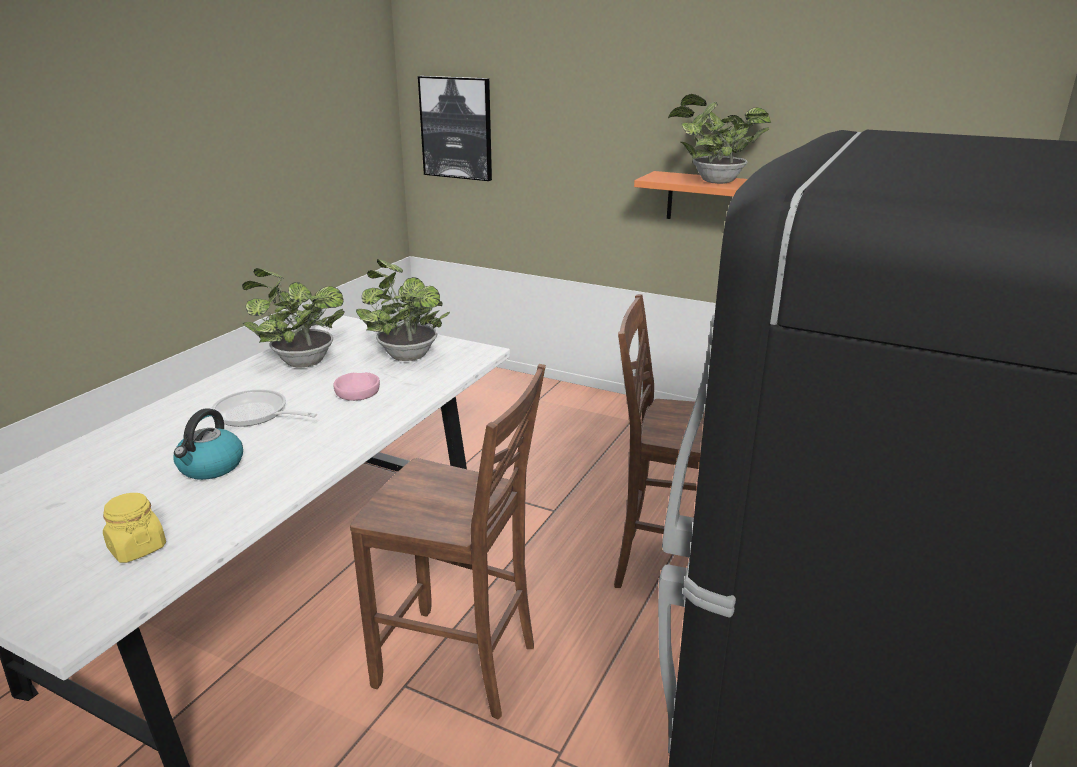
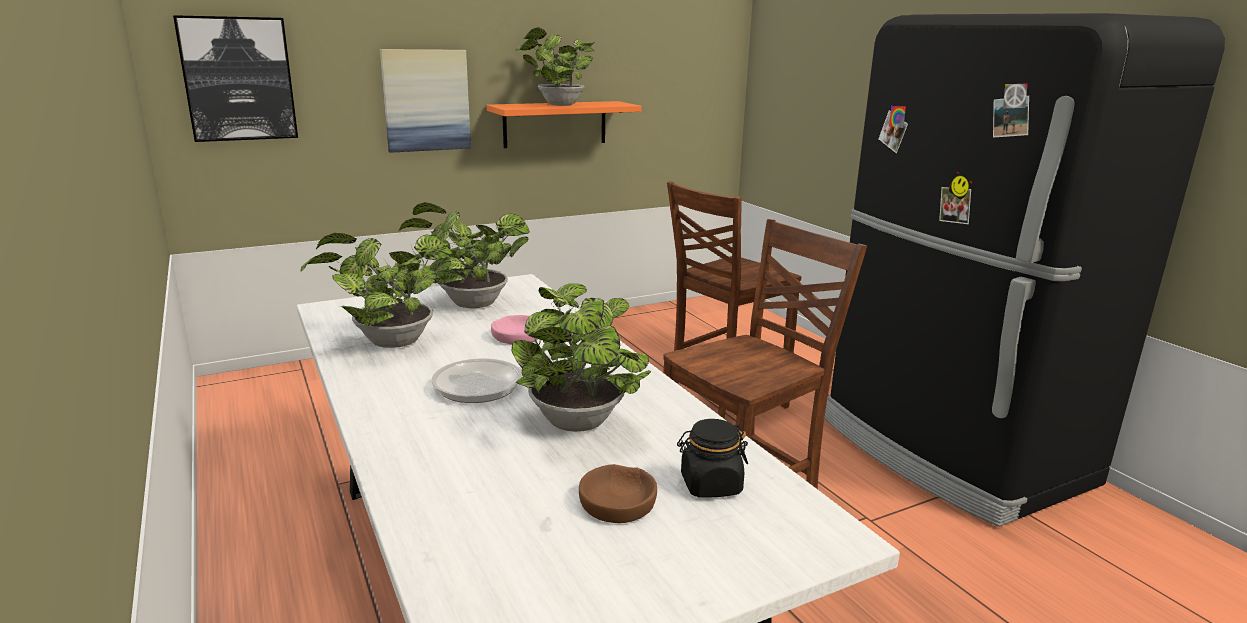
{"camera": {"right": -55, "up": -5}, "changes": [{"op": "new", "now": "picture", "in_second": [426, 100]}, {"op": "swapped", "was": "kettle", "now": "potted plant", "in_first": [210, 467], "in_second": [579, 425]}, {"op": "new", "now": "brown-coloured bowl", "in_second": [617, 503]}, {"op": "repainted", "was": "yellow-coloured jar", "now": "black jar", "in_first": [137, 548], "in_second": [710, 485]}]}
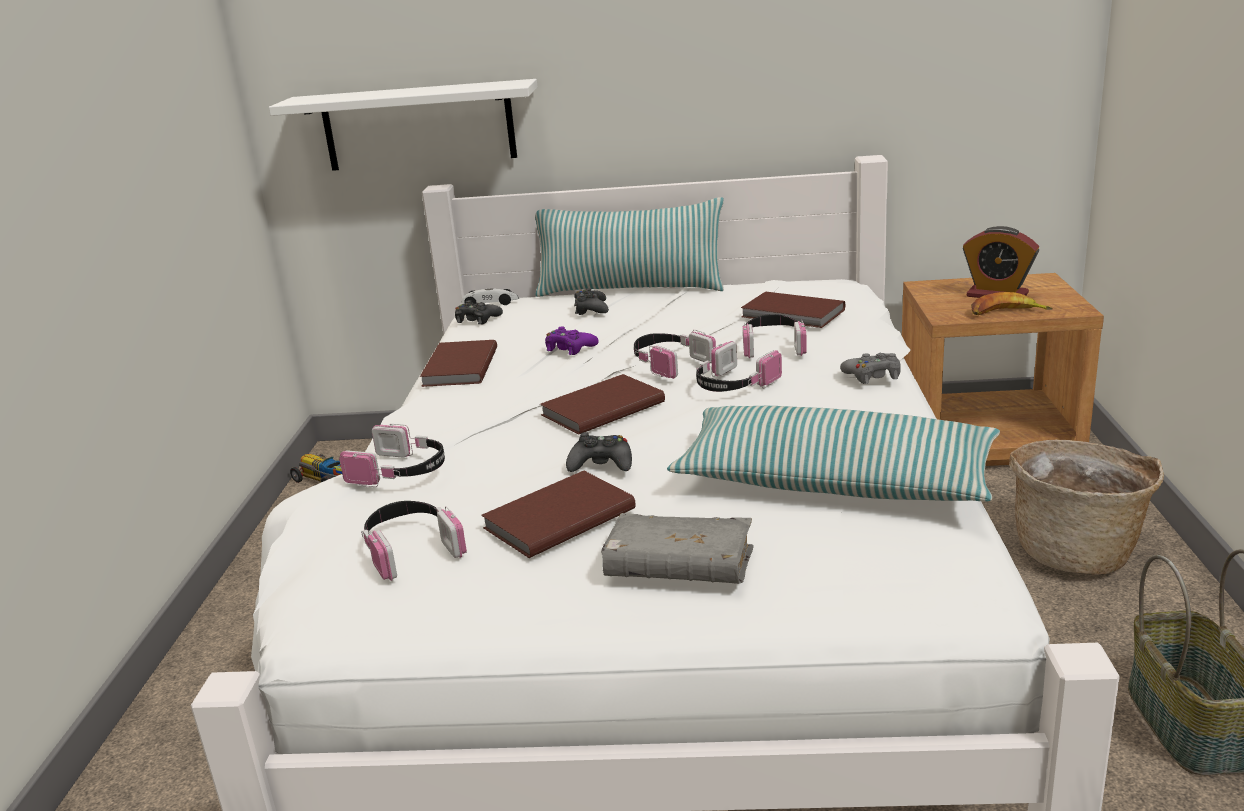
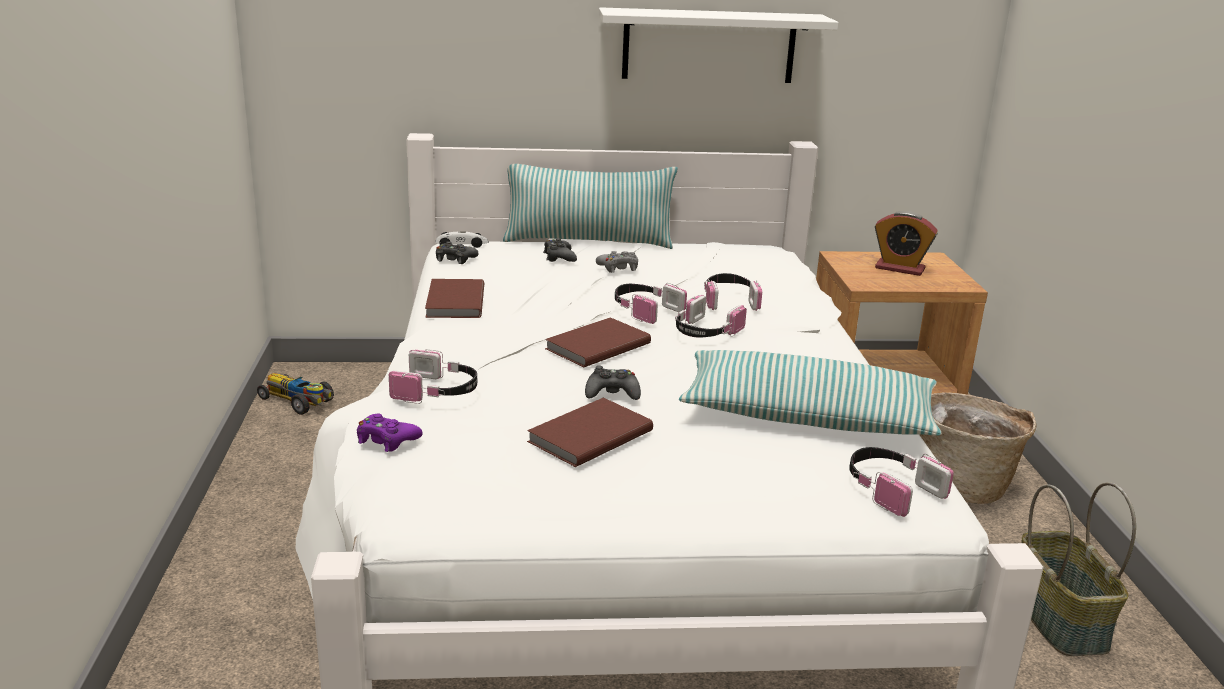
{"camera": {"right": -10, "up": 0}, "changes": [{"op": "shifted", "was": "purple-coloured gamepad", "in_first": [569, 348], "in_second": [386, 440]}, {"op": "shifted", "was": "greyish gamepad", "in_first": [873, 375], "in_second": [618, 268]}, {"op": "shifted", "was": "whitish bracket shelf", "in_first": [418, 126], "in_second": [709, 46]}, {"op": "shifted", "was": "pair of headphones", "in_first": [411, 548], "in_second": [890, 489]}, {"op": "gone", "was": "greyish volume", "in_first": [679, 567]}, {"op": "gone", "was": "brown-coloured volume", "in_first": [793, 314]}, {"op": "gone", "was": "banana", "in_first": [1007, 313]}]}
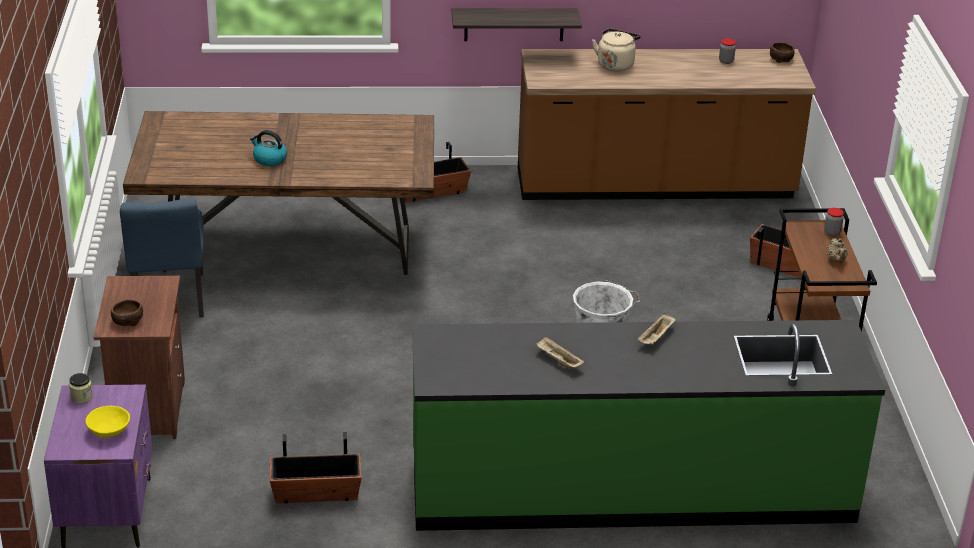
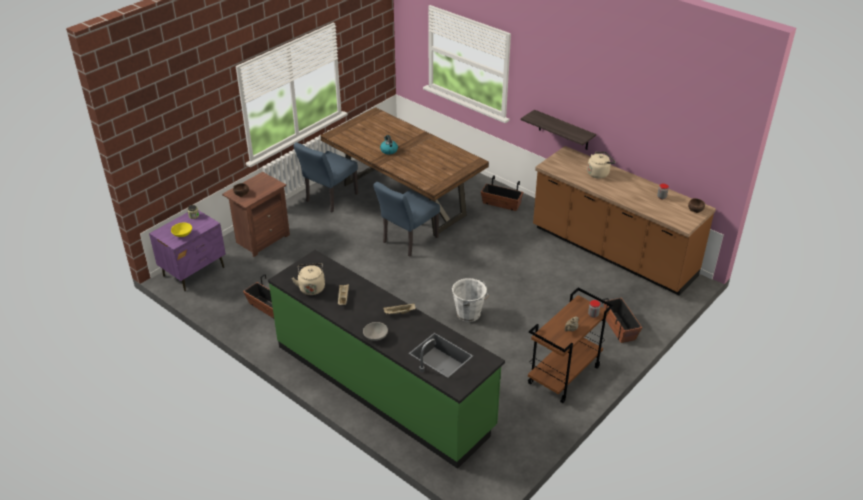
{"camera": {"right": 45, "up": 5}, "changes": [{"op": "new", "now": "beige-coloured kettle", "in_second": [311, 287]}, {"op": "new", "now": "greyish bowl", "in_second": [376, 336]}, {"op": "new", "now": "bluish plain chair", "in_second": [407, 241]}]}
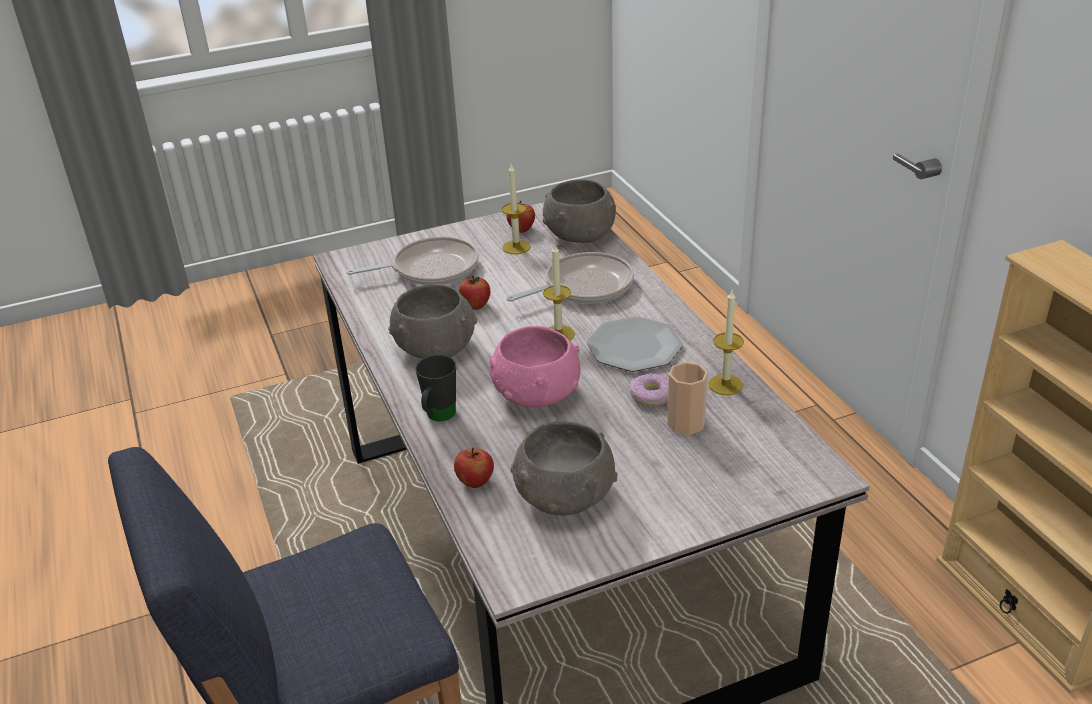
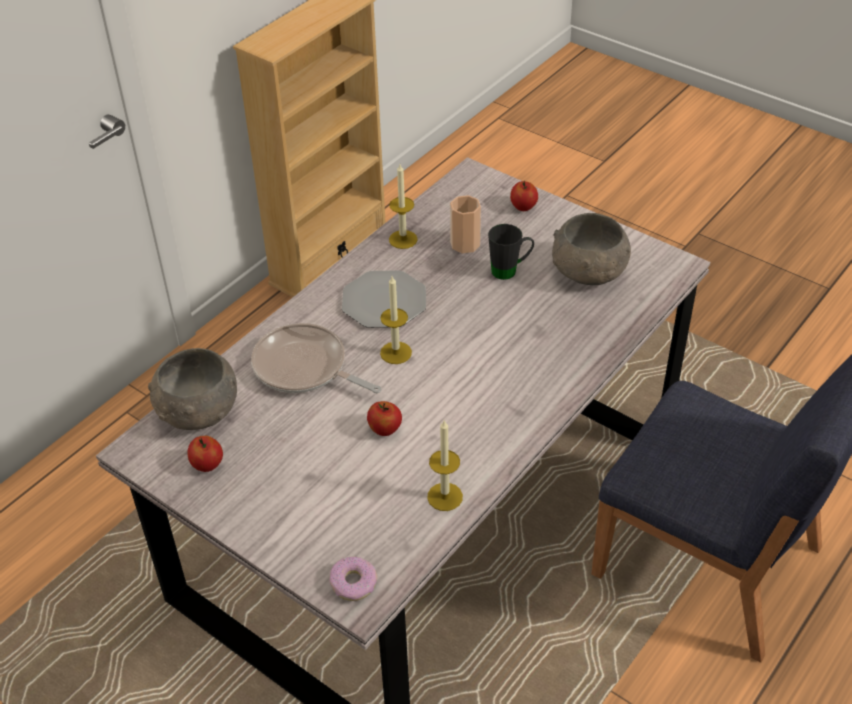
{"camera": {"right": -120, "up": 10}, "changes": [{"op": "shifted", "was": "ring doughnut", "in_first": [652, 396], "in_second": [353, 583]}, {"op": "shifted", "was": "candle", "in_first": [516, 247], "in_second": [445, 496]}, {"op": "shifted", "was": "black coffee mug", "in_first": [438, 417], "in_second": [510, 270]}, {"op": "shifted", "was": "apple fruit", "in_first": [475, 482], "in_second": [523, 207]}, {"op": "gone", "was": "skillet", "in_first": [430, 269]}, {"op": "gone", "was": "greyish bowl", "in_first": [435, 347]}, {"op": "gone", "was": "pinkish bowl", "in_first": [536, 393]}]}
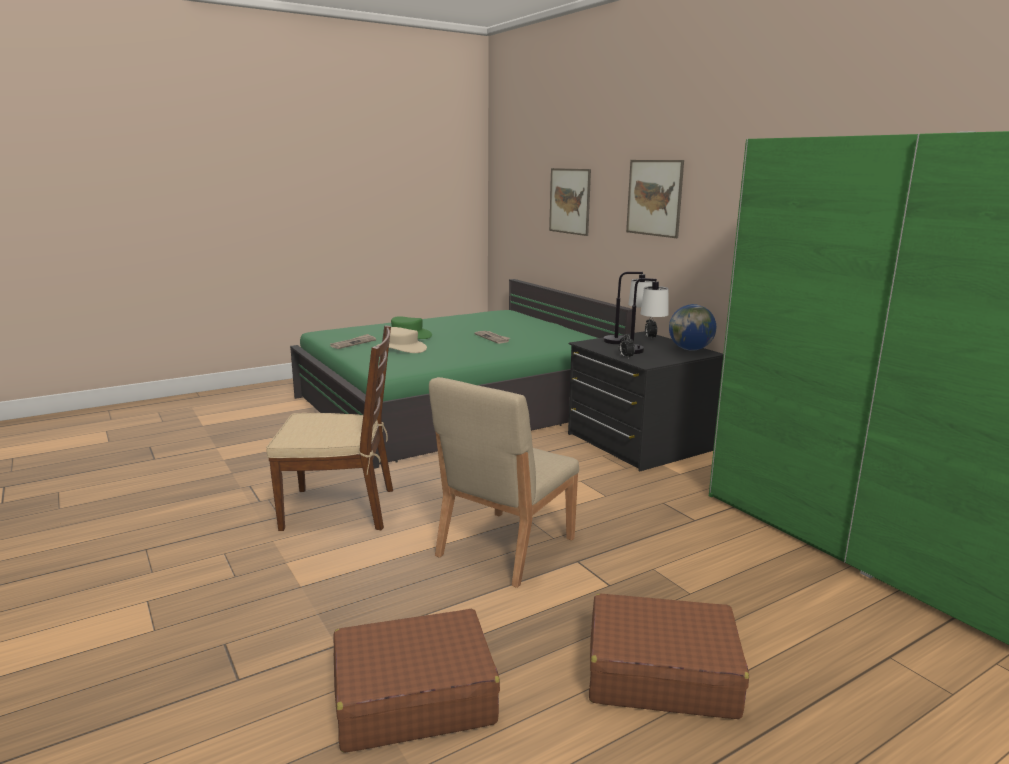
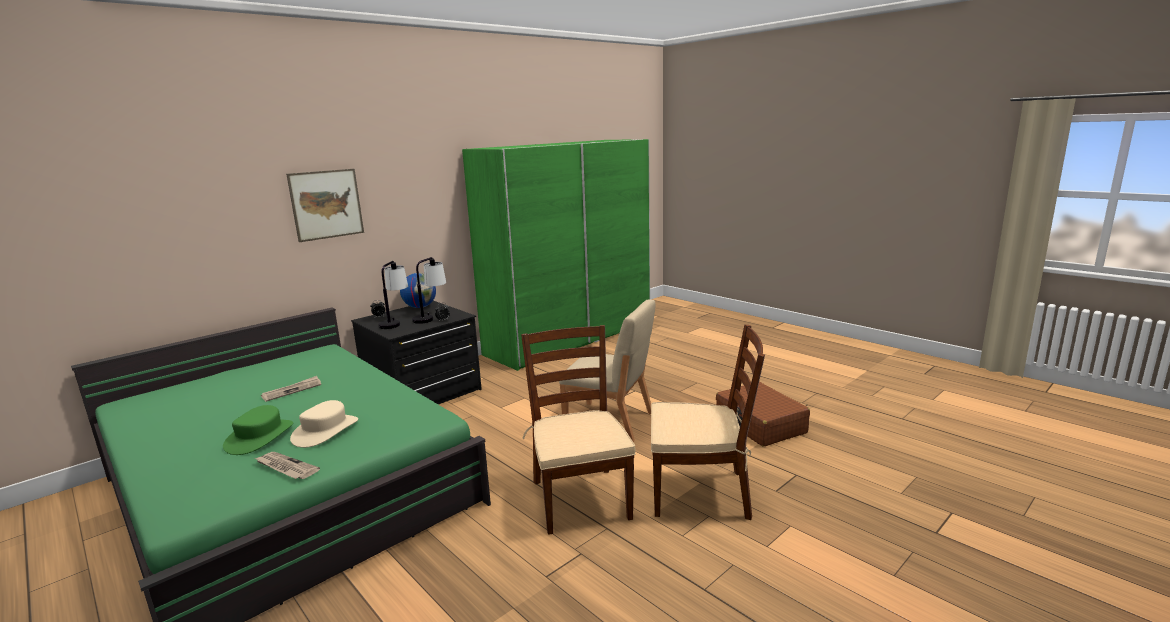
{"camera": {"right": -100, "up": 0}, "changes": [{"op": "new", "now": "brown-coloured plain chair", "in_second": [701, 493]}, {"op": "gone", "was": "picture", "in_first": [570, 201]}, {"op": "gone", "was": "brown-coloured suitcase", "in_first": [660, 673]}]}
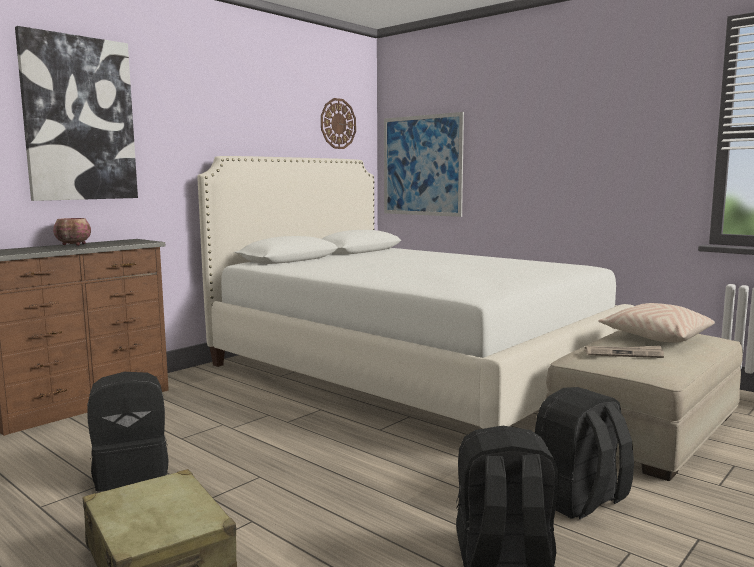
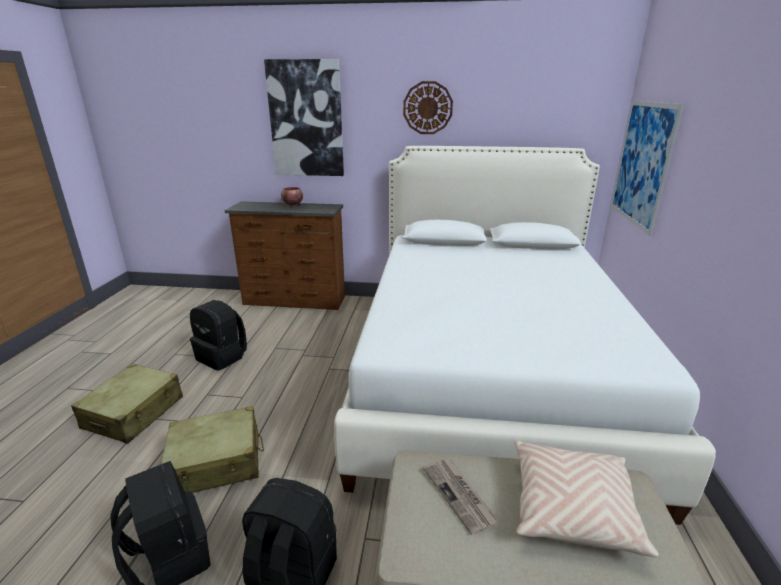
{"camera": {"right": 55, "up": 15}, "changes": [{"op": "new", "now": "beige-coloured suitcase", "in_second": [216, 462]}, {"op": "shifted", "was": "hanging clock", "in_first": [338, 123], "in_second": [427, 108]}]}
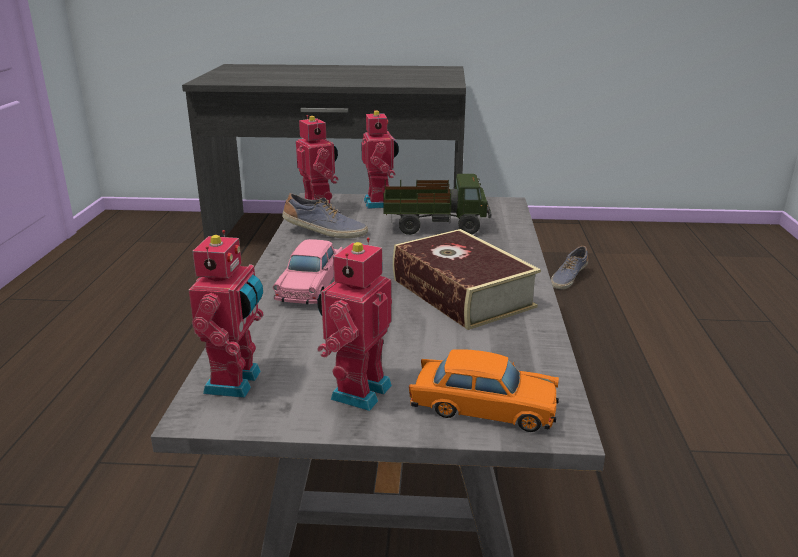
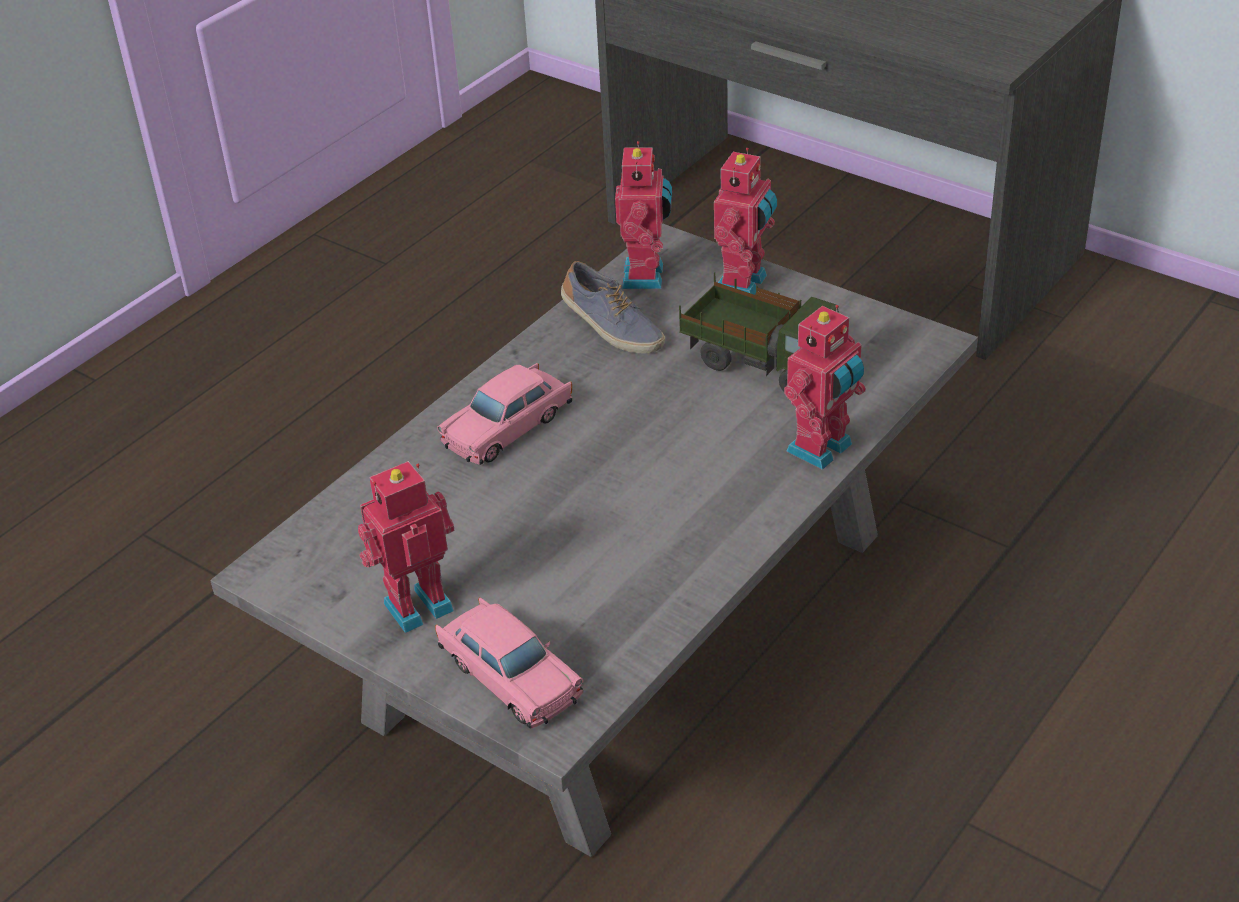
{"camera": {"right": 35, "up": 15}, "changes": [{"op": "repainted", "was": "orangey model car", "now": "pinkish model car", "in_first": [483, 407], "in_second": [510, 675]}, {"op": "shifted", "was": "toy robot", "in_first": [237, 382], "in_second": [823, 449]}, {"op": "gone", "was": "volume", "in_first": [462, 293]}, {"op": "gone", "was": "shoe", "in_first": [568, 278]}]}
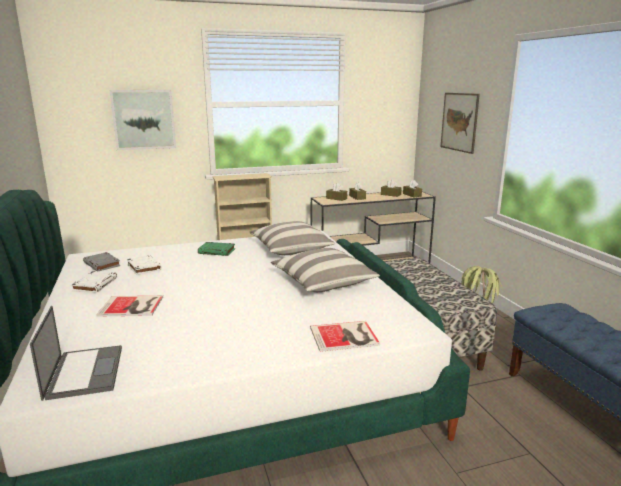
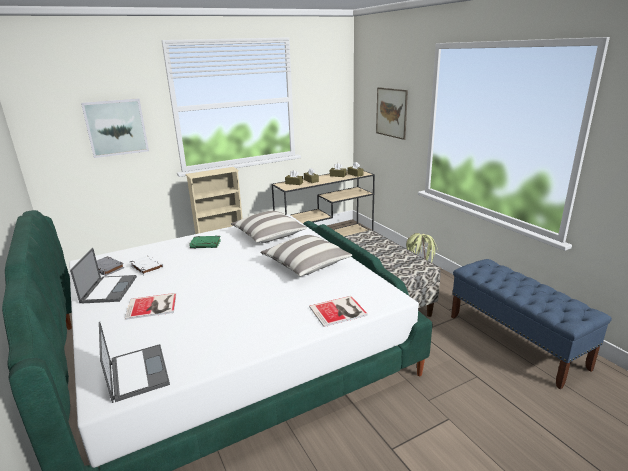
{"camera": {"right": -10, "up": 5}, "changes": [{"op": "swapped", "was": "whitish volume", "now": "portable computer", "in_first": [95, 284], "in_second": [109, 289]}]}
